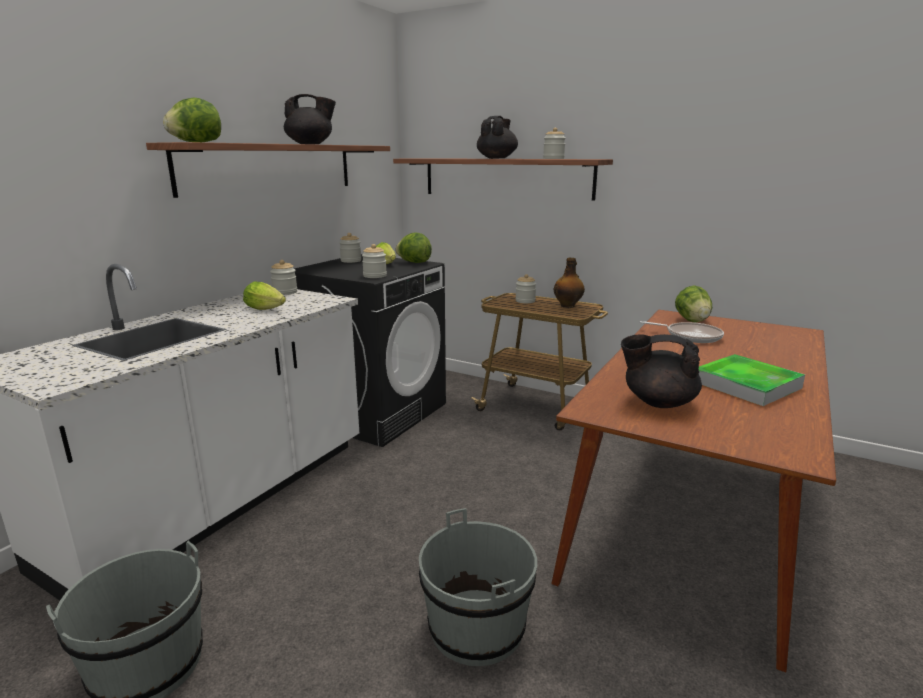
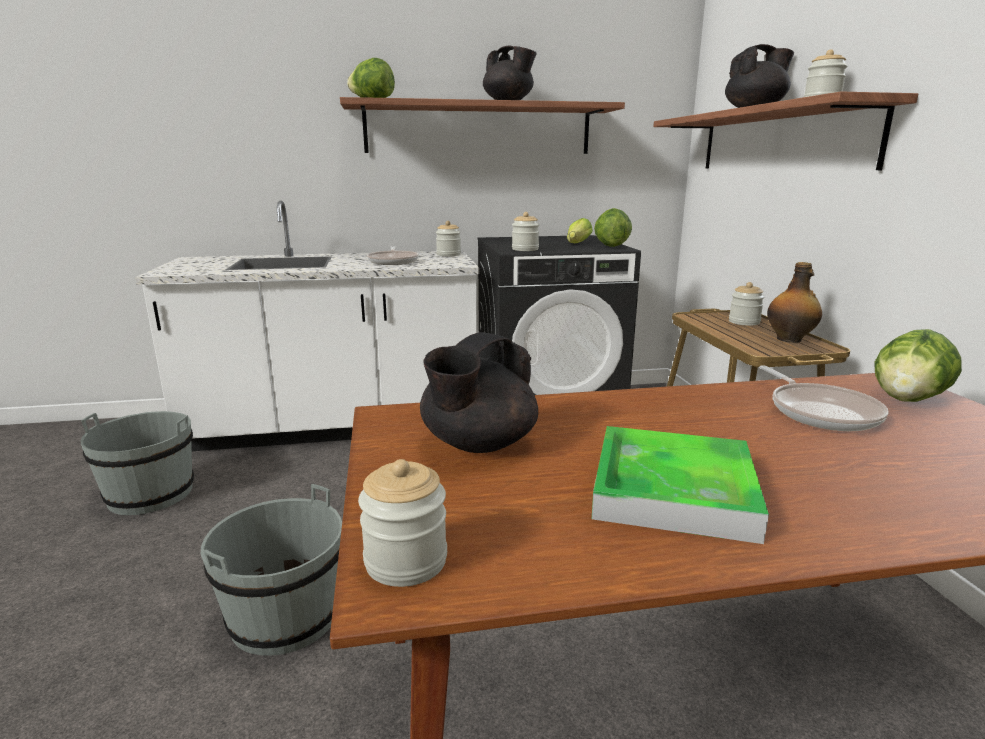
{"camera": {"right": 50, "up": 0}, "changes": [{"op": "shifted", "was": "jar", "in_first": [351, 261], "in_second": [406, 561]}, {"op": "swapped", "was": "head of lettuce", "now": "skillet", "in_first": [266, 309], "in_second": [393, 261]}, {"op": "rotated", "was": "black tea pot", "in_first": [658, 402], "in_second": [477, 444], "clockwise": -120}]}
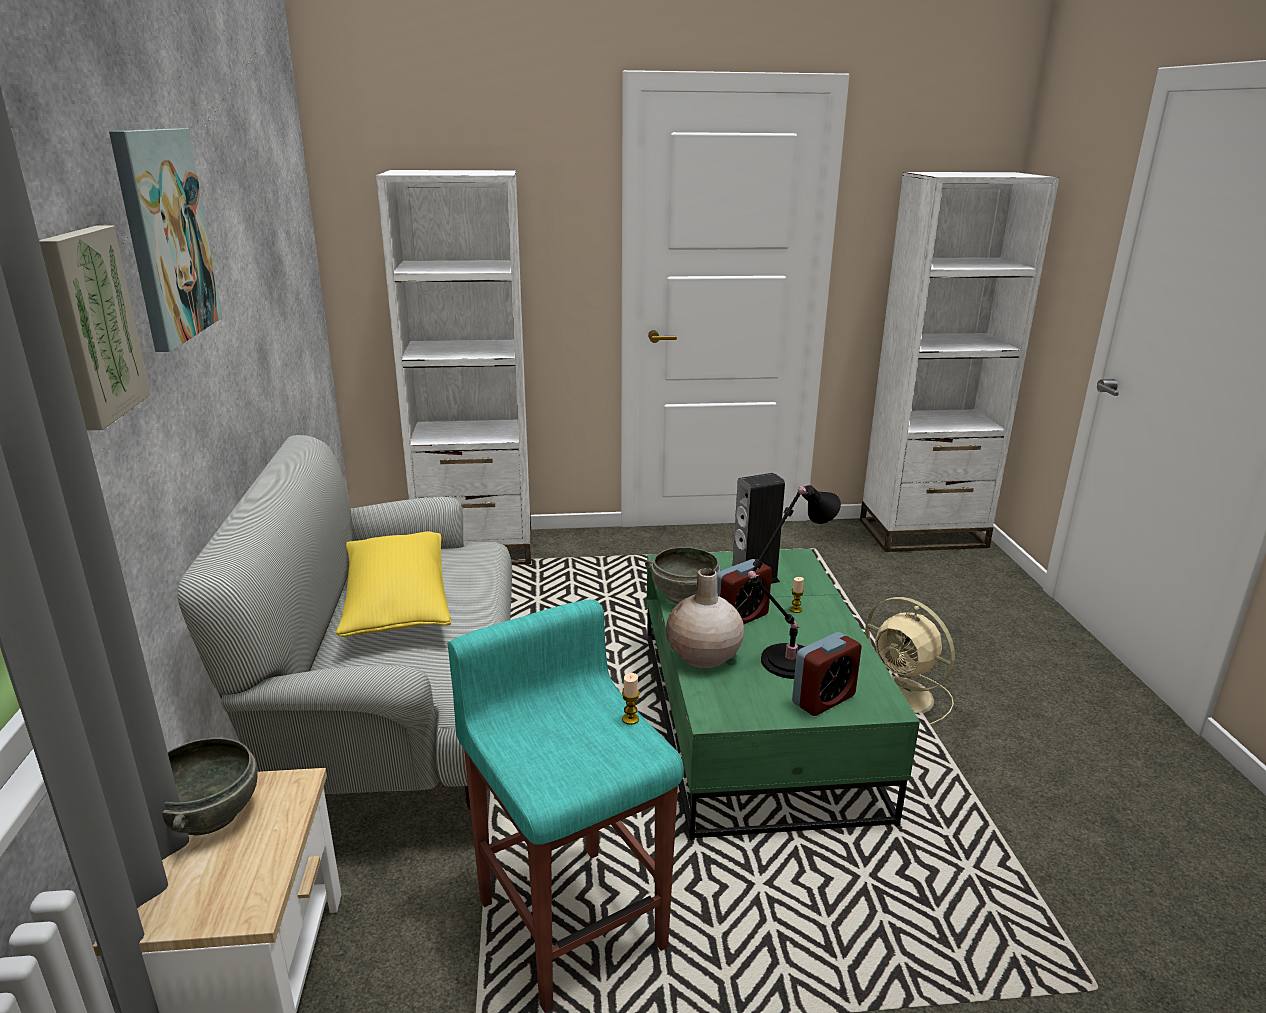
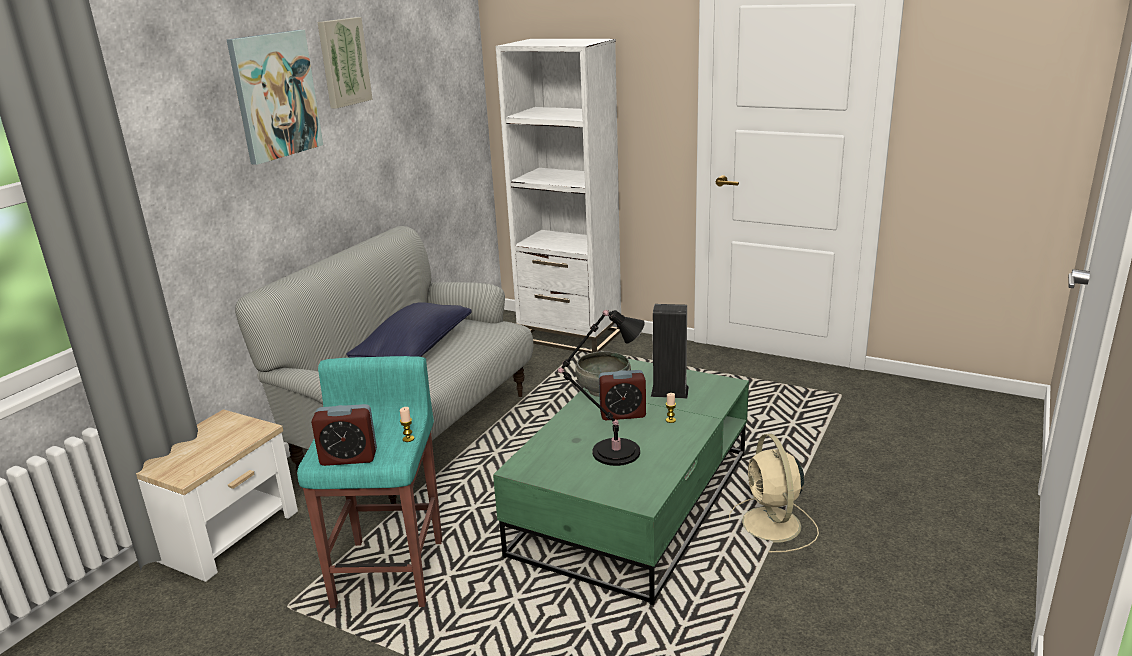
{"camera": {"right": 35, "up": 0}, "changes": [{"op": "shifted", "was": "table clock", "in_first": [823, 699], "in_second": [348, 458]}, {"op": "shifted", "was": "picture", "in_first": [89, 325], "in_second": [343, 62]}, {"op": "repainted", "was": "yellow-coloured cushion", "now": "bluish cushion", "in_first": [397, 605], "in_second": [414, 350]}, {"op": "gone", "was": "greyish bowl", "in_first": [207, 814]}, {"op": "gone", "was": "beige-coloured decorative vase", "in_first": [703, 656]}, {"op": "gone", "was": "whitish shelving unit", "in_first": [923, 534]}]}
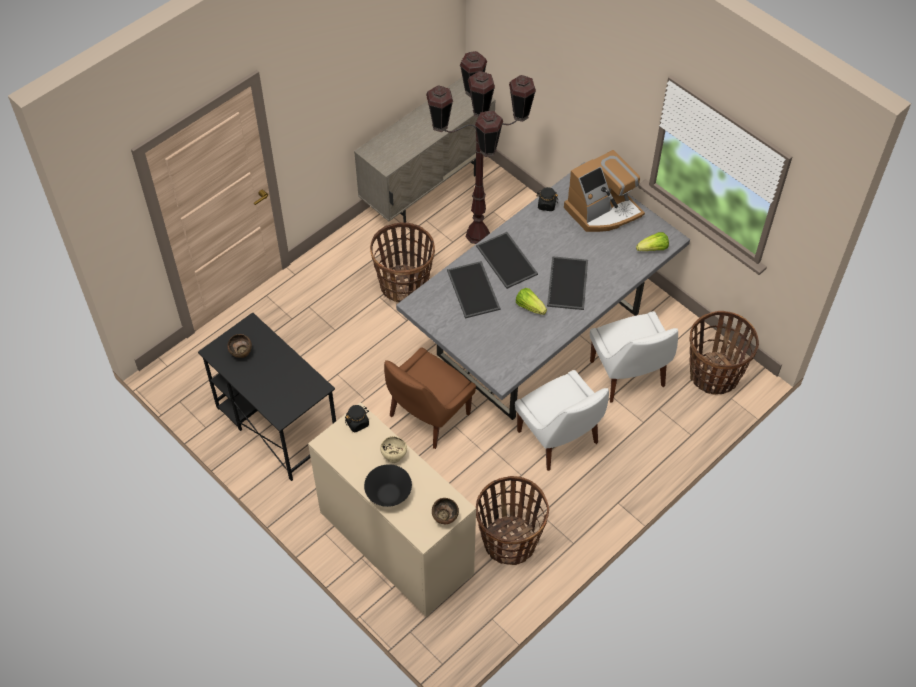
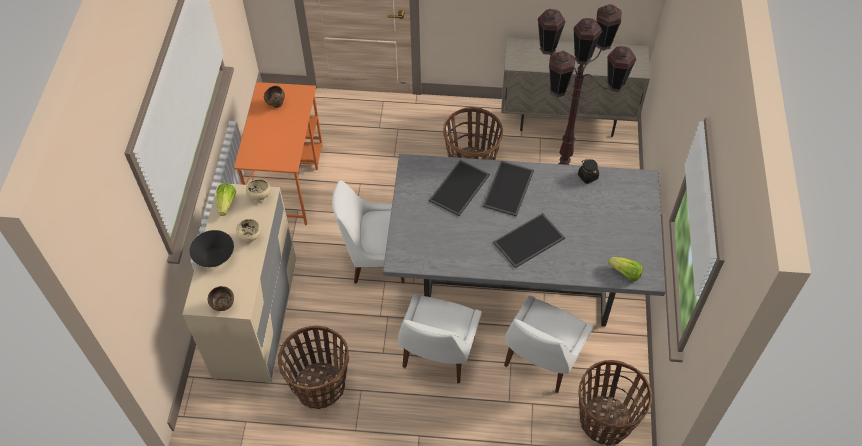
{"camera": {"right": 50, "up": 0}, "changes": [{"op": "shifted", "was": "head of lettuce", "in_first": [530, 307], "in_second": [227, 204]}, {"op": "repainted", "was": "black desk table", "now": "orangey desk table", "in_first": [276, 424], "in_second": [288, 181]}, {"op": "swapped", "was": "black jar", "now": "beige-coloured bowl", "in_first": [357, 423], "in_second": [259, 198]}, {"op": "repainted", "was": "brown-coloured plain chair", "now": "whitish plain chair", "in_first": [427, 417], "in_second": [376, 259]}, {"op": "gone", "was": "coffee brewer", "in_first": [603, 211]}]}
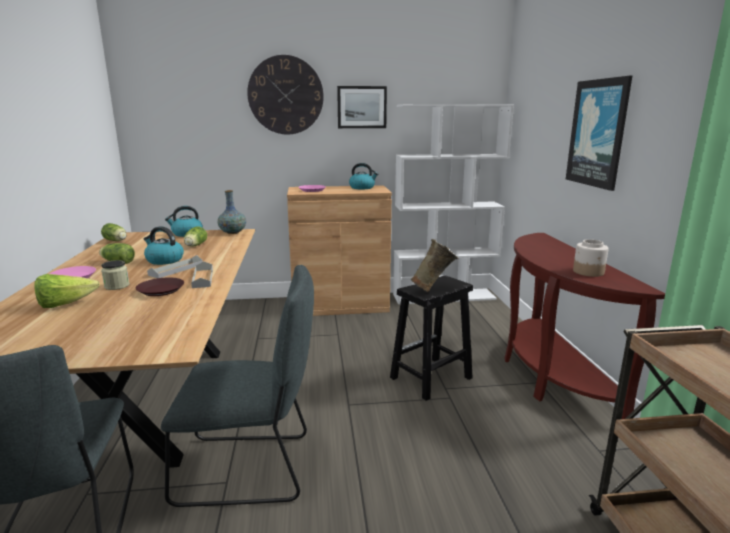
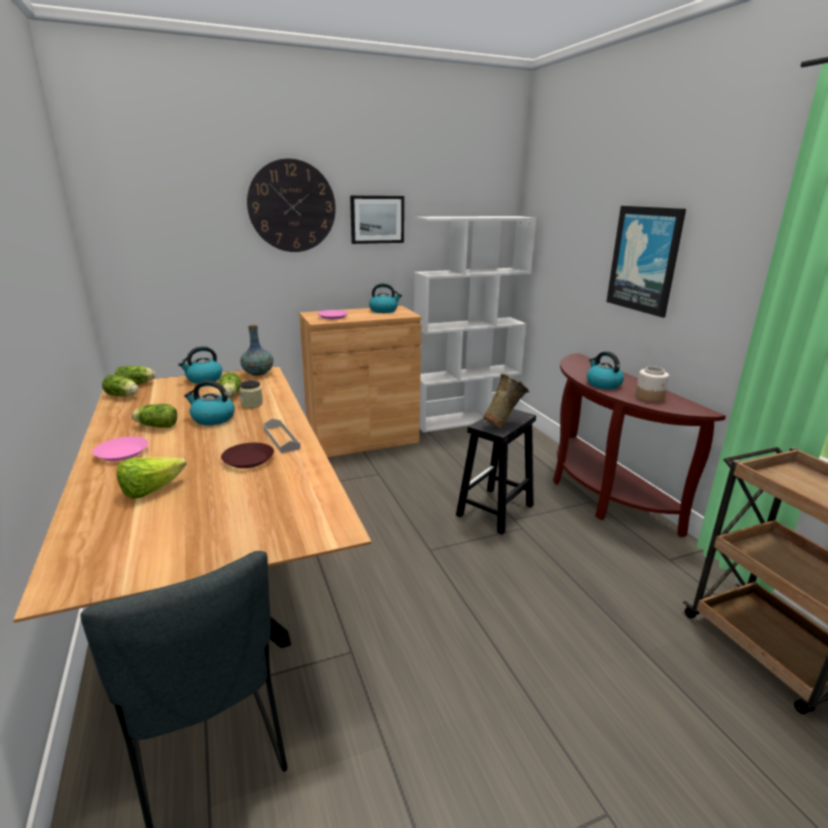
{"camera": {"right": -15, "up": 5}, "changes": [{"op": "new", "now": "head of lettuce", "in_second": [137, 384]}, {"op": "shifted", "was": "jar", "in_first": [117, 286], "in_second": [252, 404]}, {"op": "new", "now": "kettle", "in_second": [603, 384]}, {"op": "gone", "was": "greyish serving tray", "in_first": [176, 270]}, {"op": "gone", "was": "greyish plain chair", "in_first": [251, 468]}]}
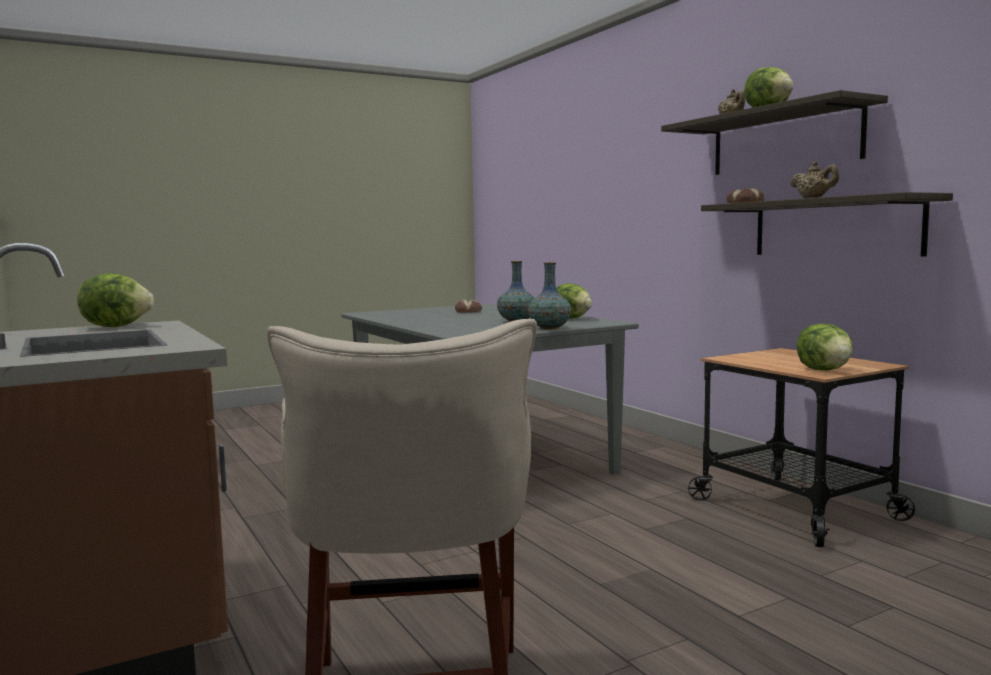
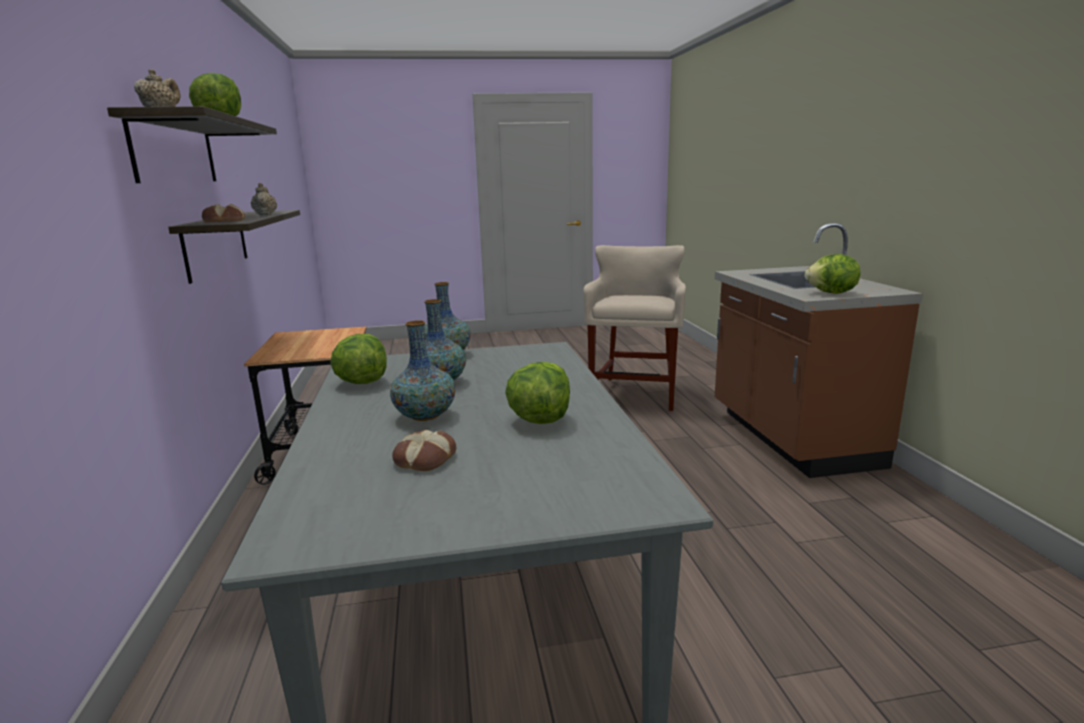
{"camera": {"right": -160, "up": 10}, "changes": [{"op": "new", "now": "decorative vase", "in_second": [425, 416]}, {"op": "shifted", "was": "head of lettuce", "in_first": [825, 370], "in_second": [539, 419]}]}
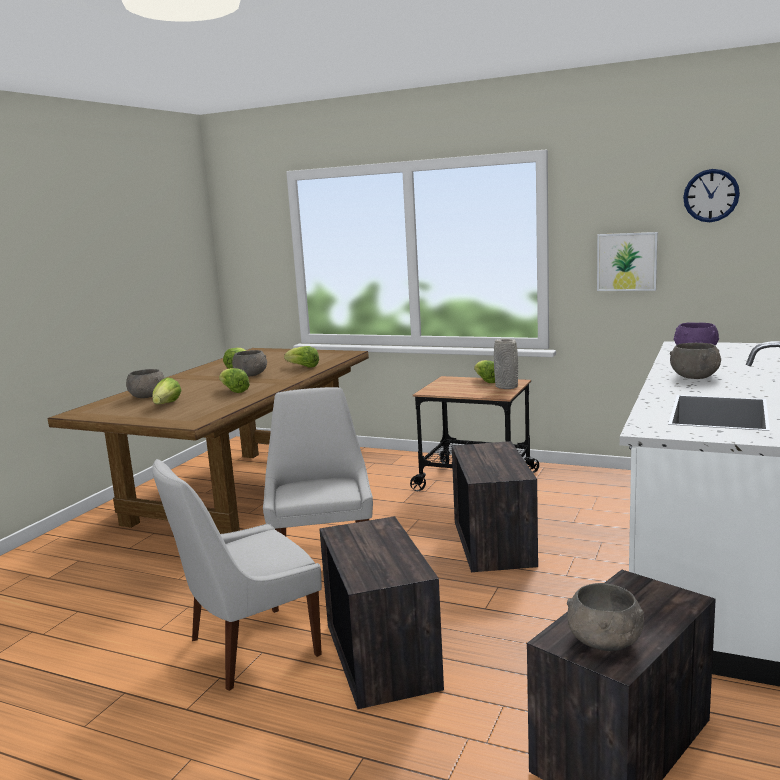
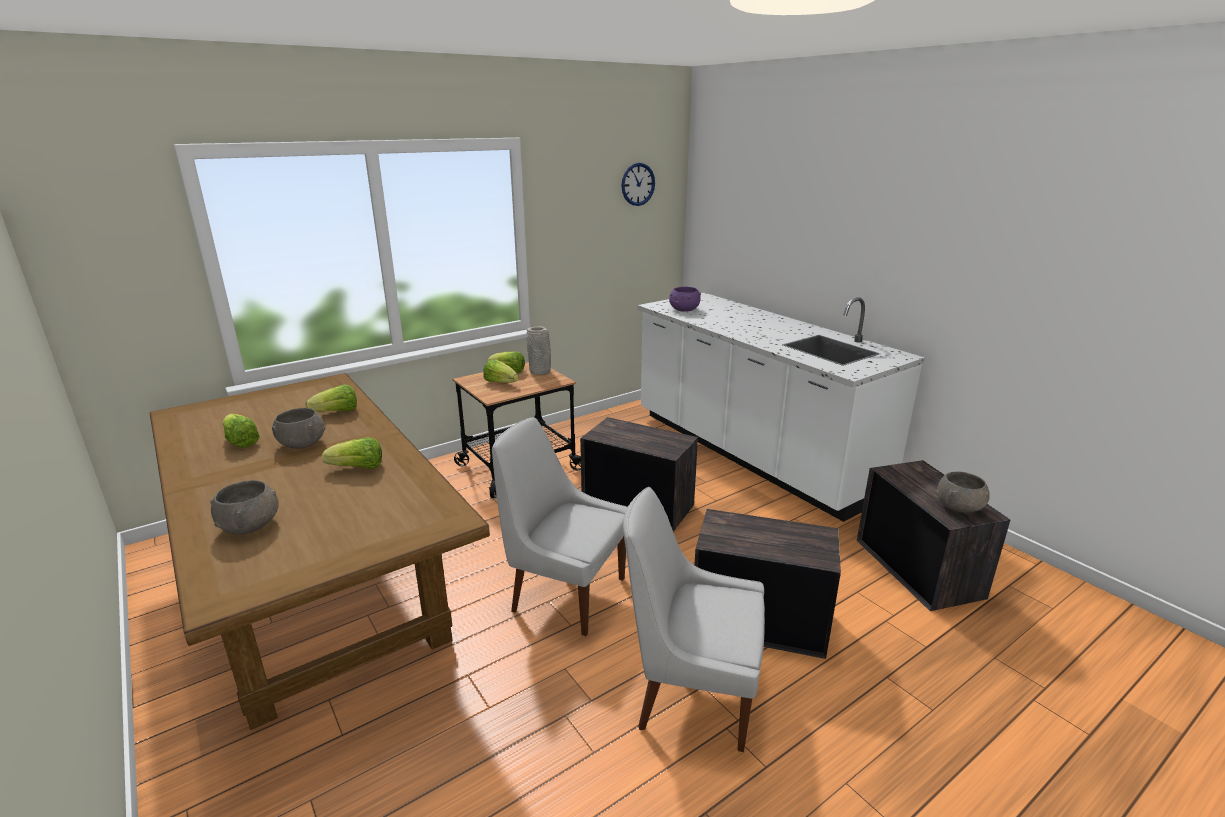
{"camera": {"right": -60, "up": 10}, "changes": [{"op": "shifted", "was": "head of lettuce", "in_first": [167, 404], "in_second": [500, 383]}, {"op": "rotated", "was": "whitish plain chair", "in_first": [248, 649], "in_second": [691, 693], "clockwise": 105}, {"op": "gone", "was": "picture", "in_first": [626, 262]}, {"op": "gone", "was": "greyish bowl", "in_first": [694, 377]}]}
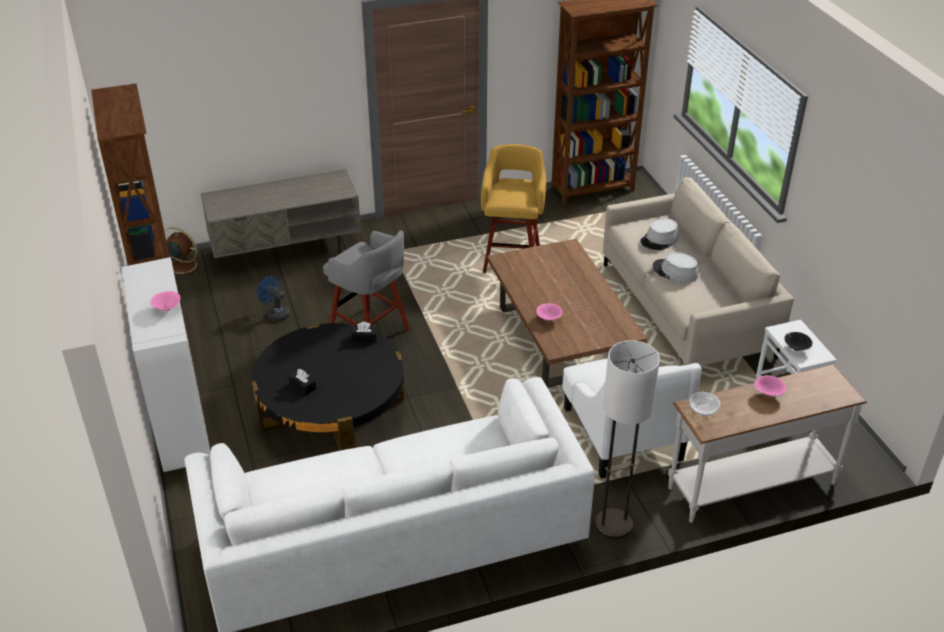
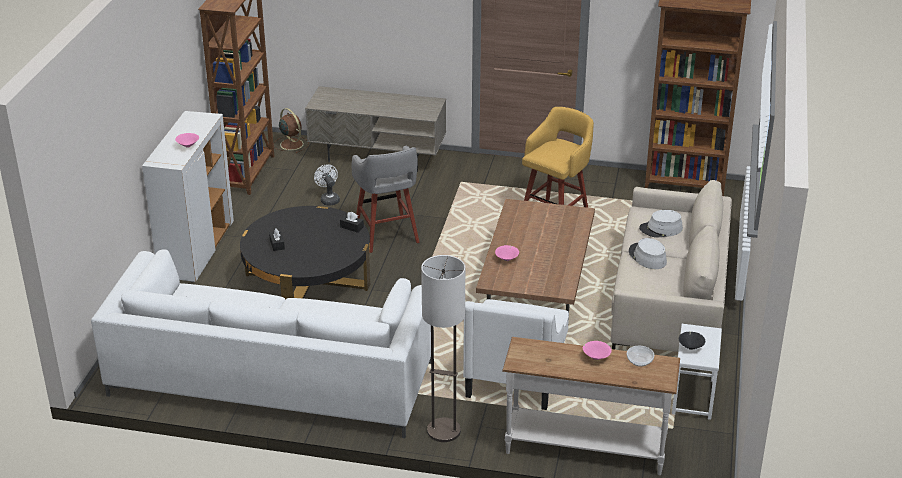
{"camera": {"right": 30, "up": -5}, "changes": [{"op": "repainted", "was": "bluish electric fan", "now": "whitish electric fan", "in_first": [276, 313], "in_second": [328, 199]}, {"op": "shifted", "was": "bowl", "in_first": [704, 409], "in_second": [640, 361]}]}
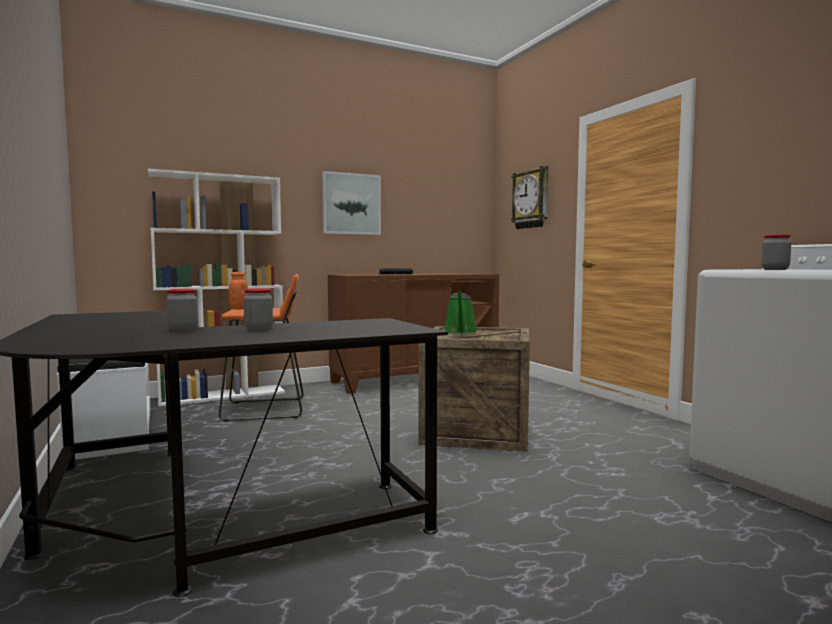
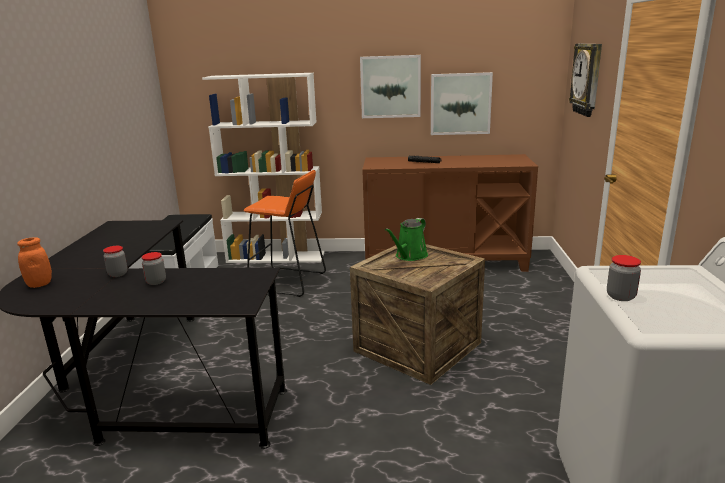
{"camera": {"right": 30, "up": 15}, "changes": [{"op": "shifted", "was": "orangey jar", "in_first": [238, 309], "in_second": [39, 284]}, {"op": "new", "now": "picture", "in_second": [460, 104]}]}
